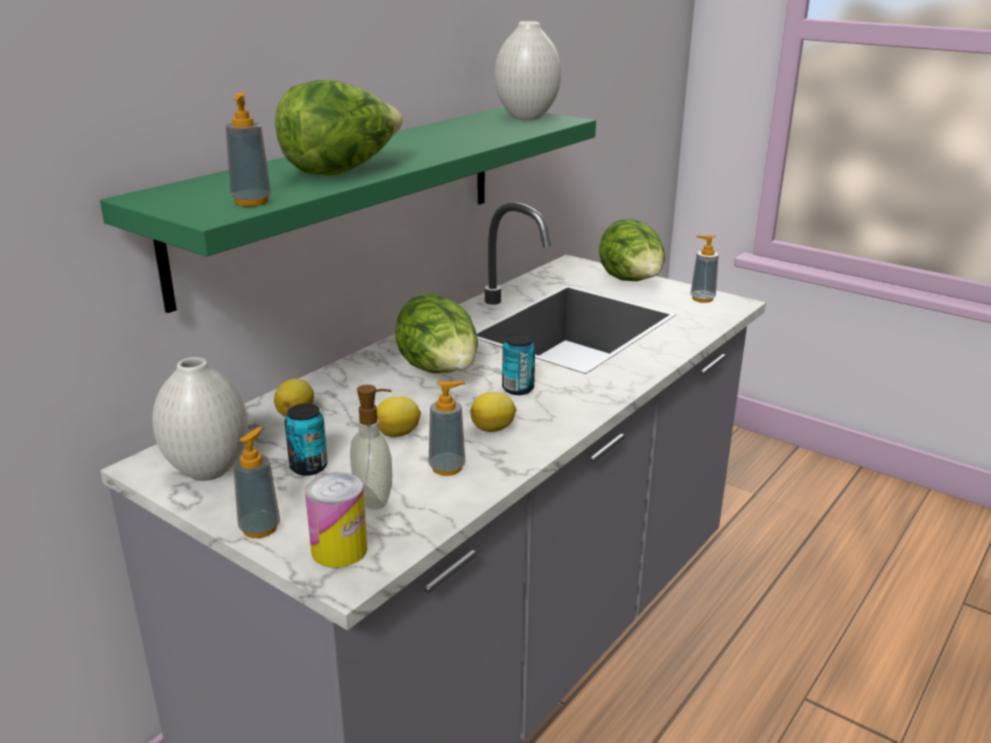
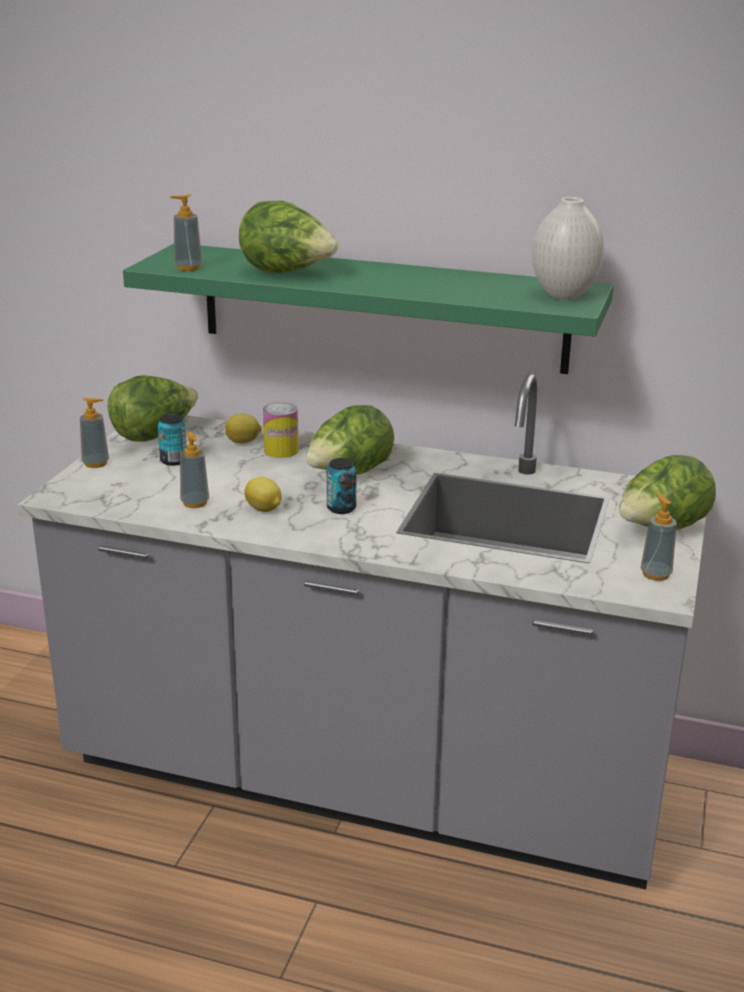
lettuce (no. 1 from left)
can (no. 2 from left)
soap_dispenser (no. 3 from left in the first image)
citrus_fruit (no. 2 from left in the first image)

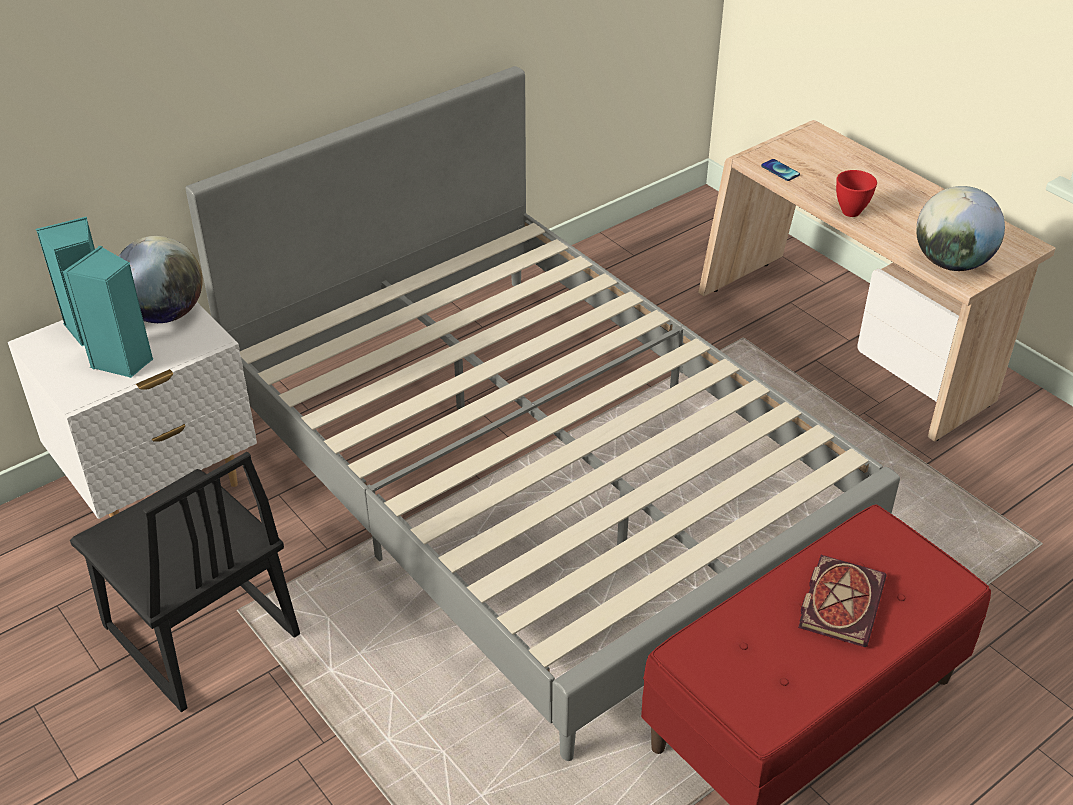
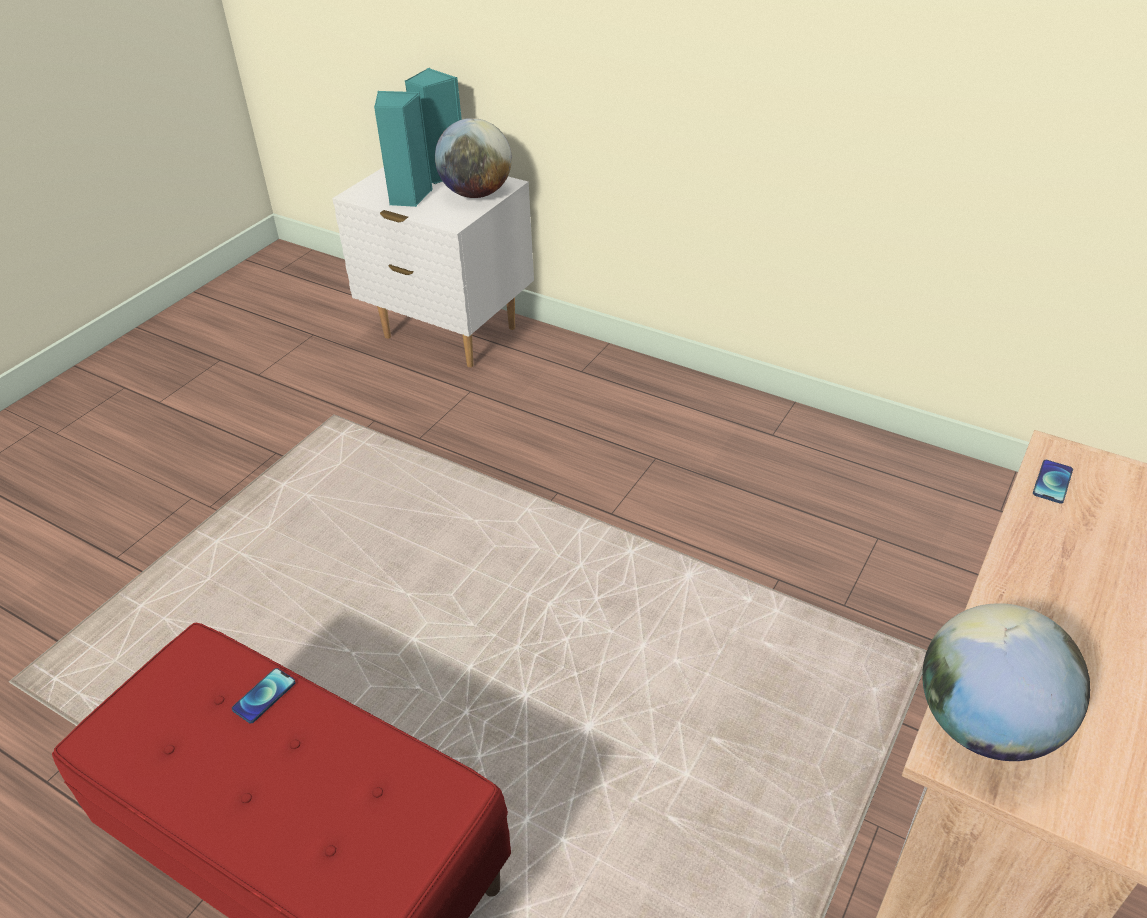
black-coloured_chair
grey_bedroom_bed
bound_book
red-coloured_deep_dish
phone (no. 1 from left)

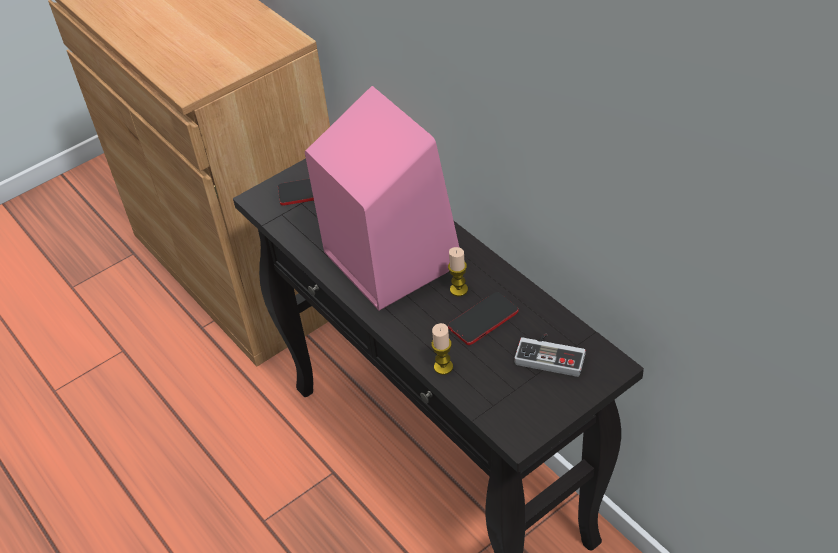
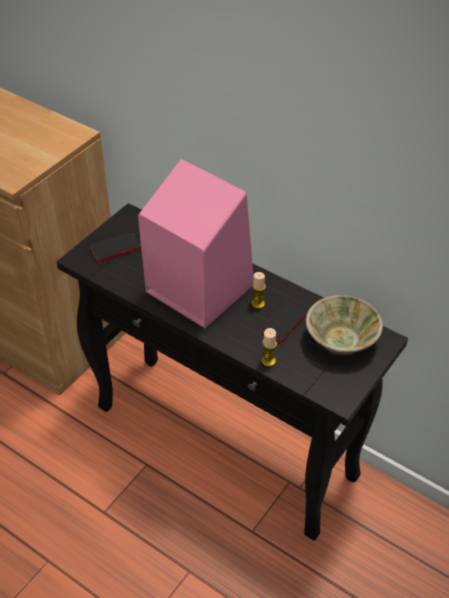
beige-coloured_deep_dish

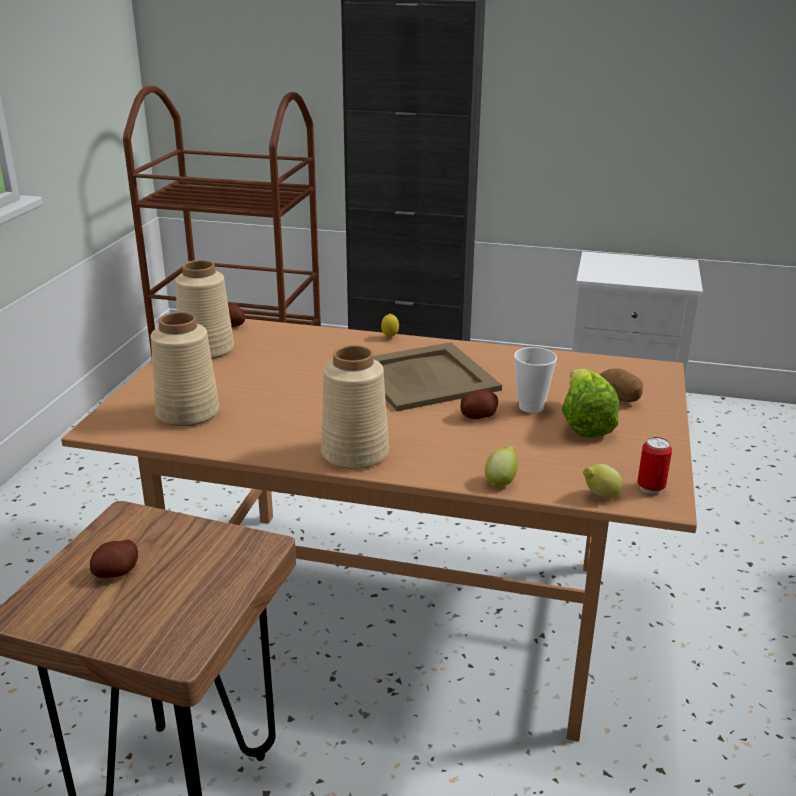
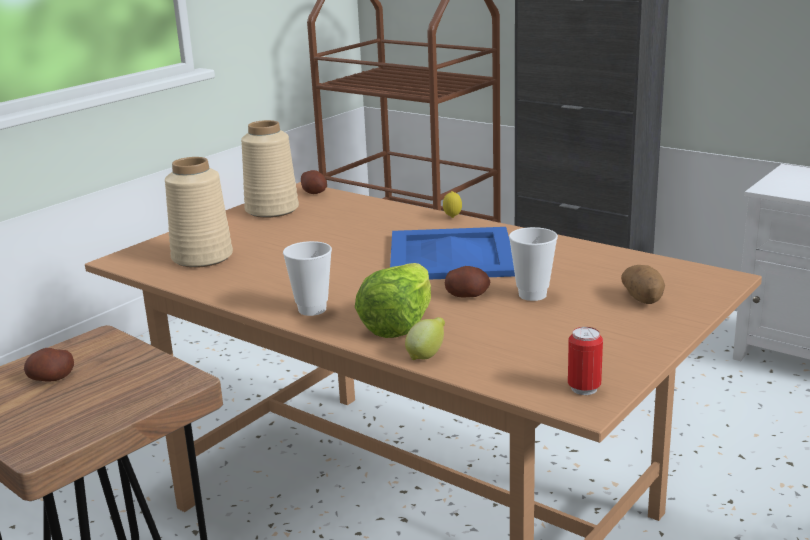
drinking_cup (no. 1 from left)
blue_tray
lettuce
citrus_fruit (no. 3 from left in the first image)

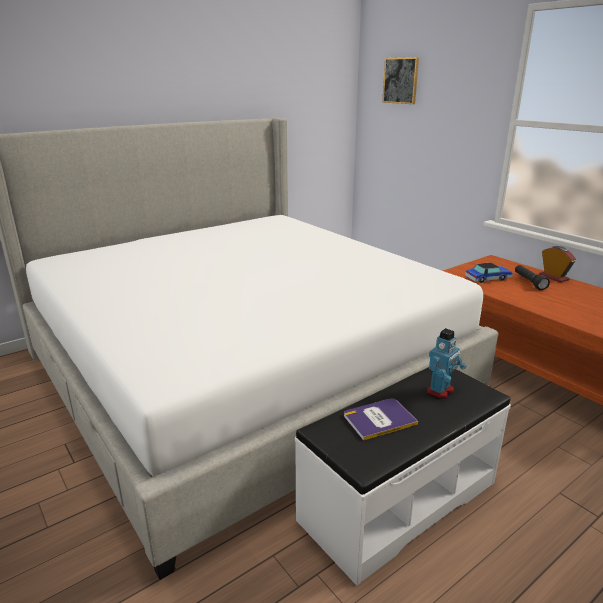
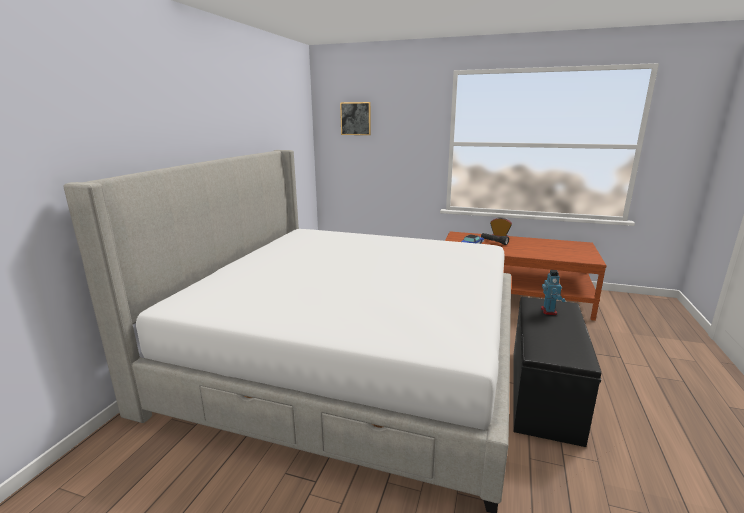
black-coloured_bench
bound_book

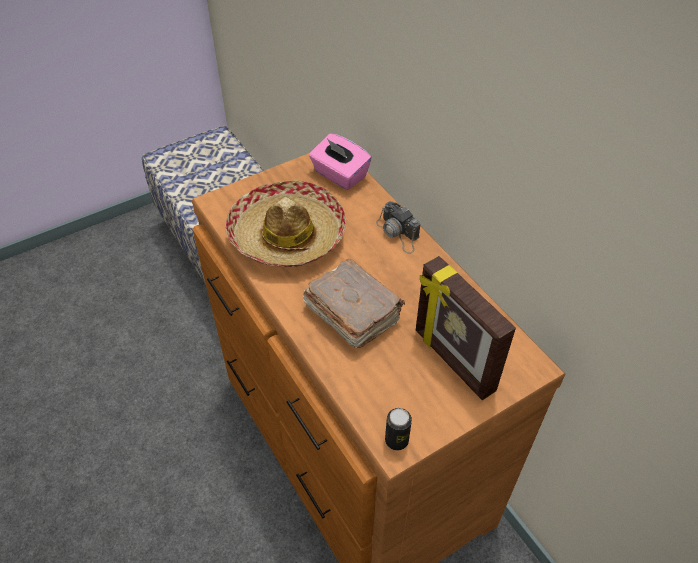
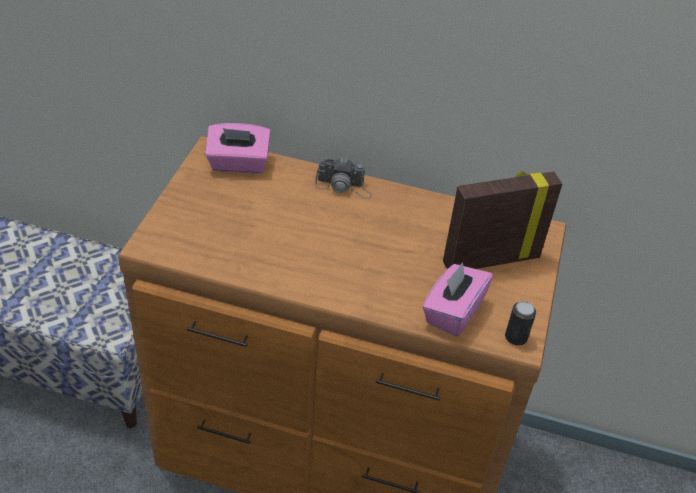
clothing_hat
brownish_bound_book
standing_frame
pink_box_of_tissues (no. 2 from left)

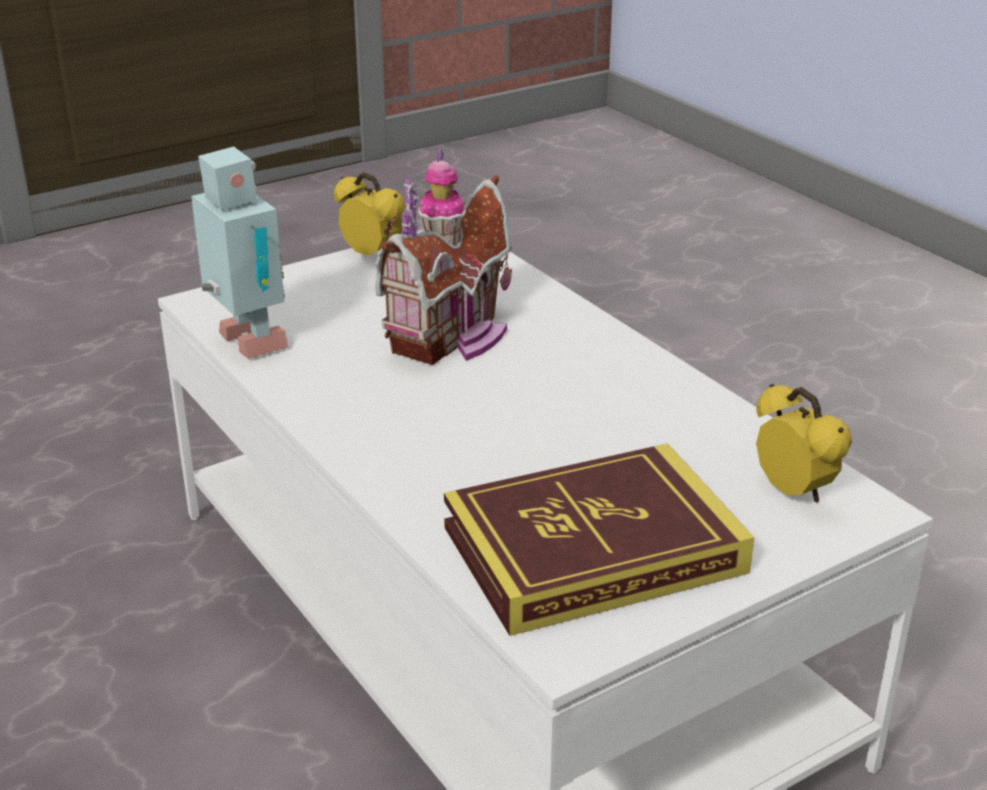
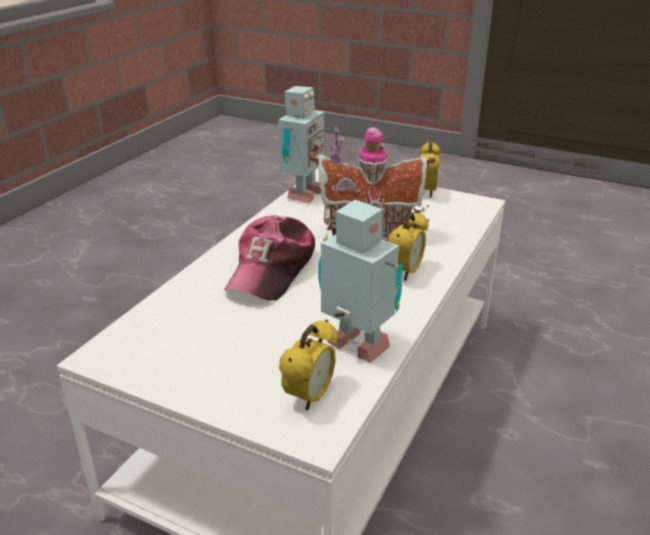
bound_book
baseball_cap
toy_robot (no. 2 from left)
table_clock (no. 2 from left)

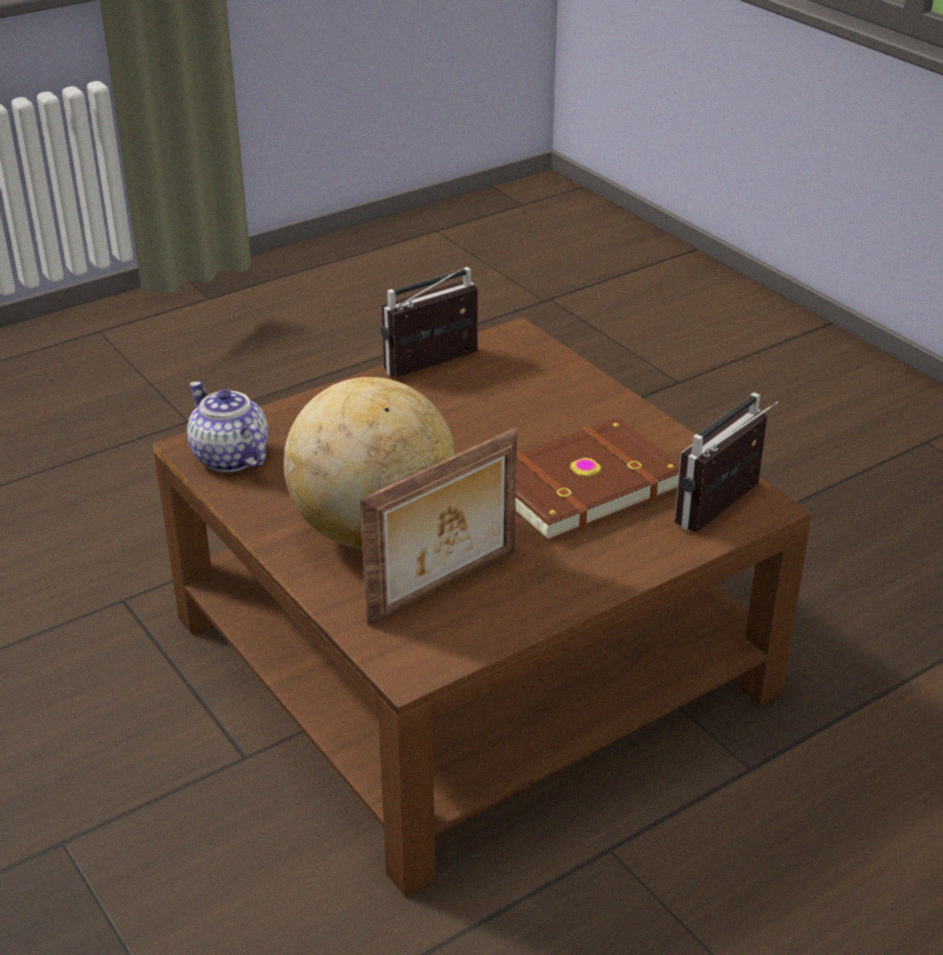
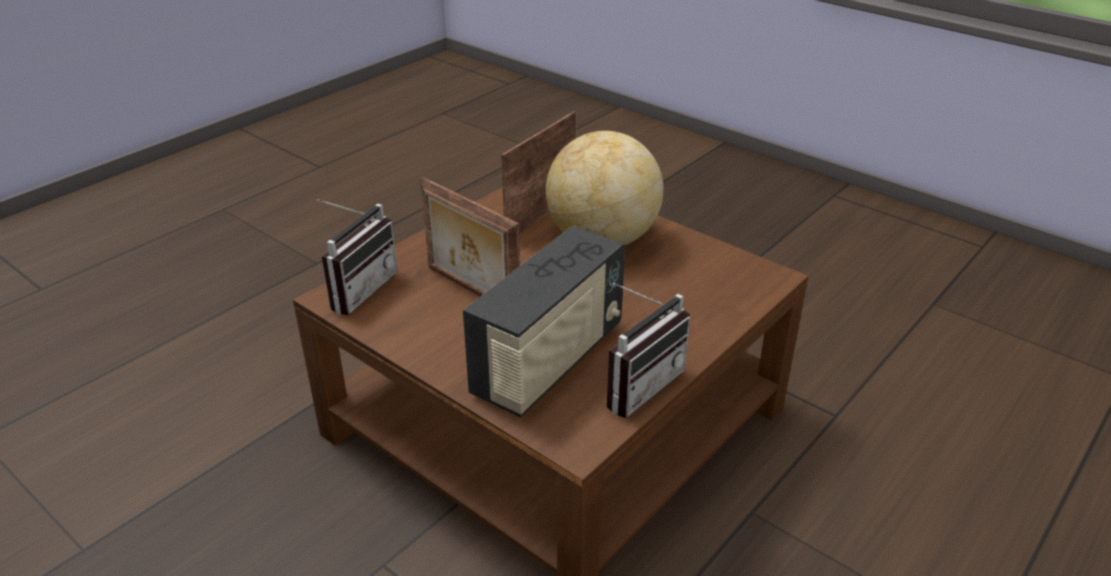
teapot
standing_frame (no. 1 from left)
radio_receiver (no. 2 from left)

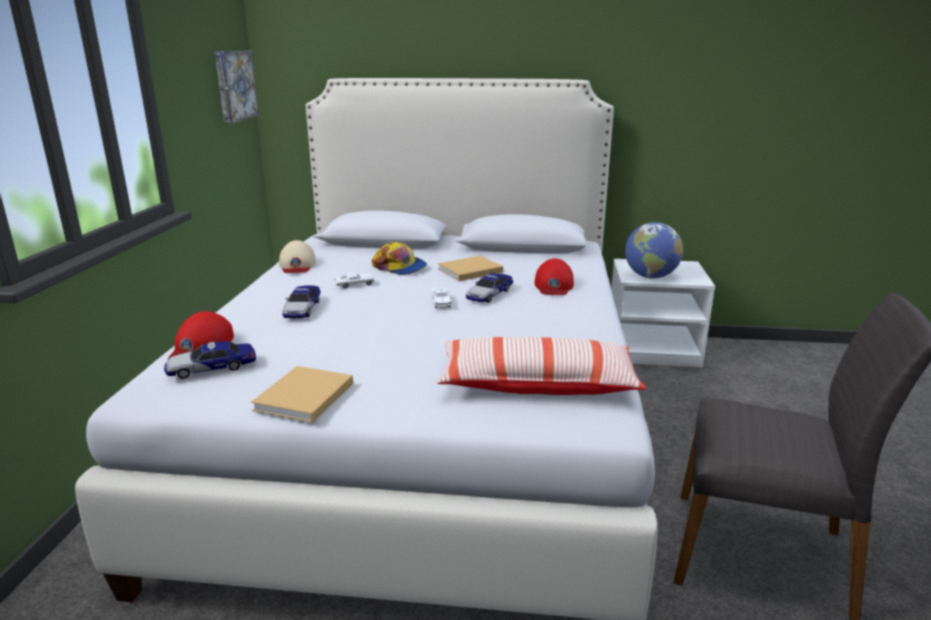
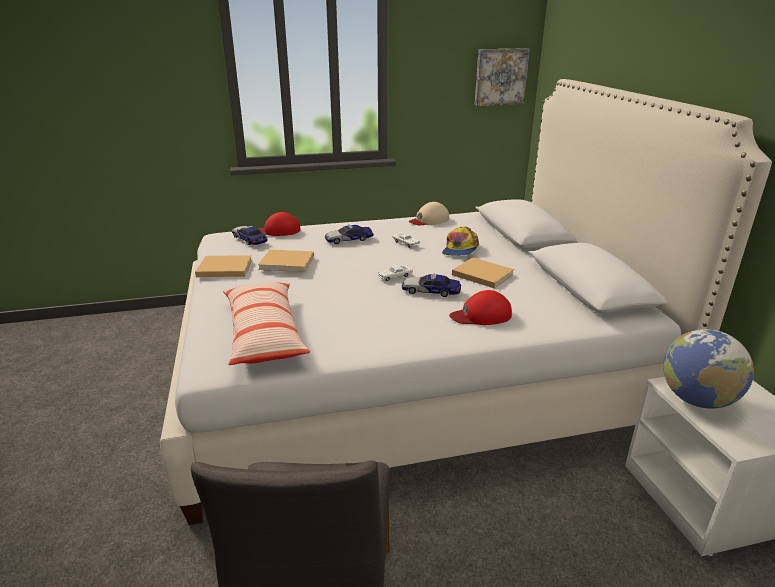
beige-coloured_bound_book (no. 2 from left)

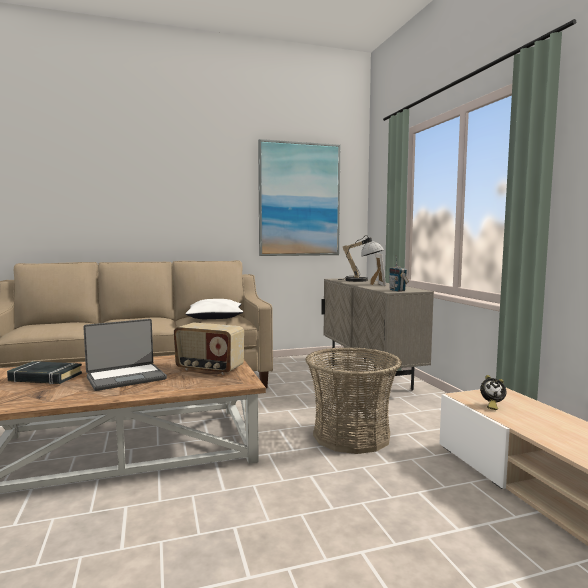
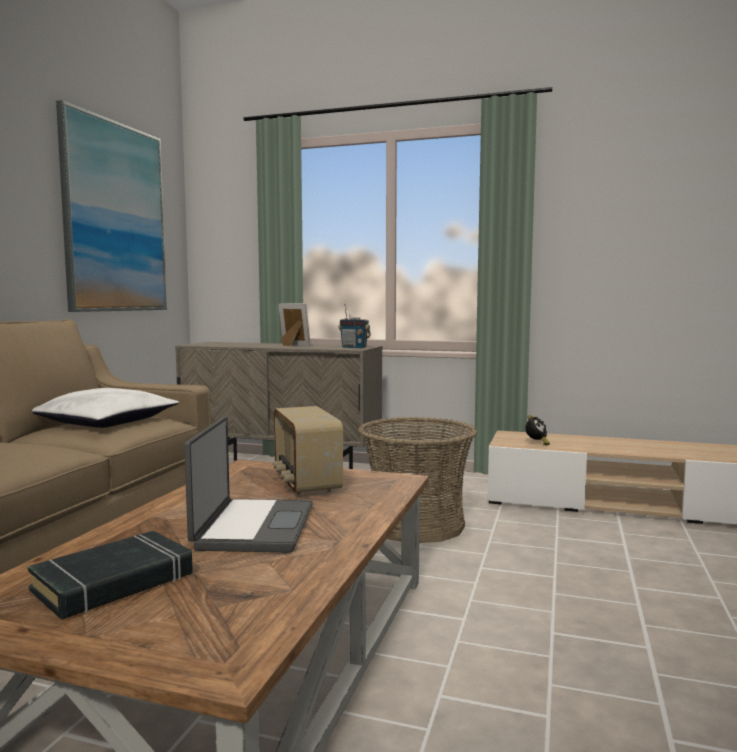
radio_receiver (no. 1 from left)
lamp_for_a_table

